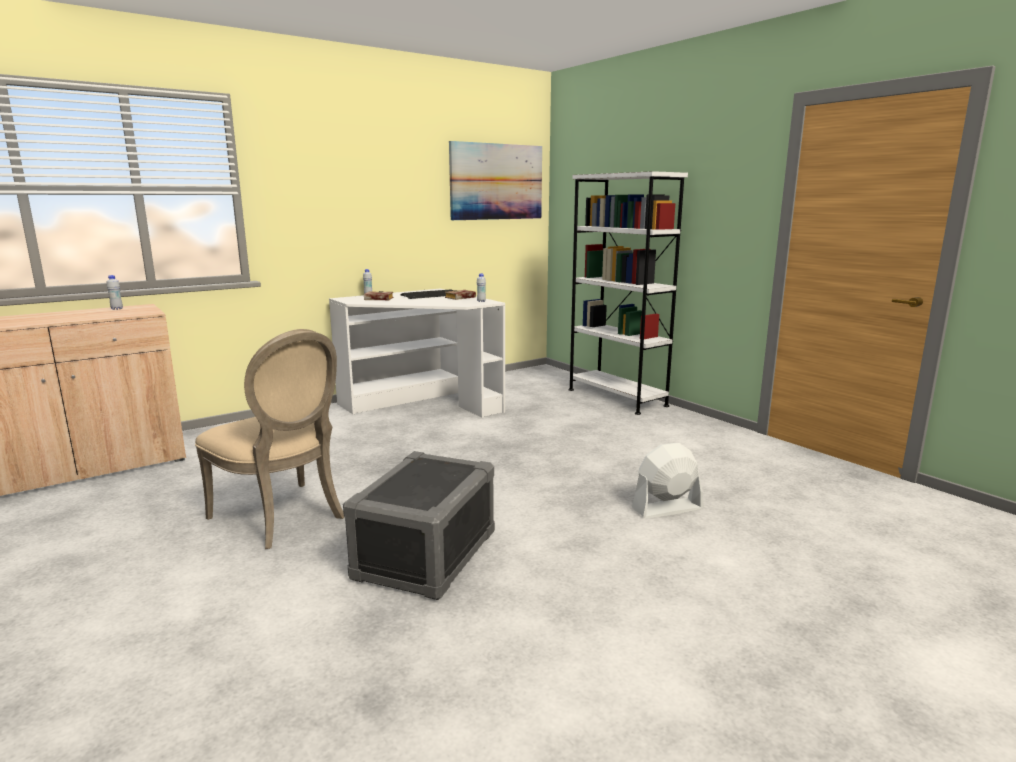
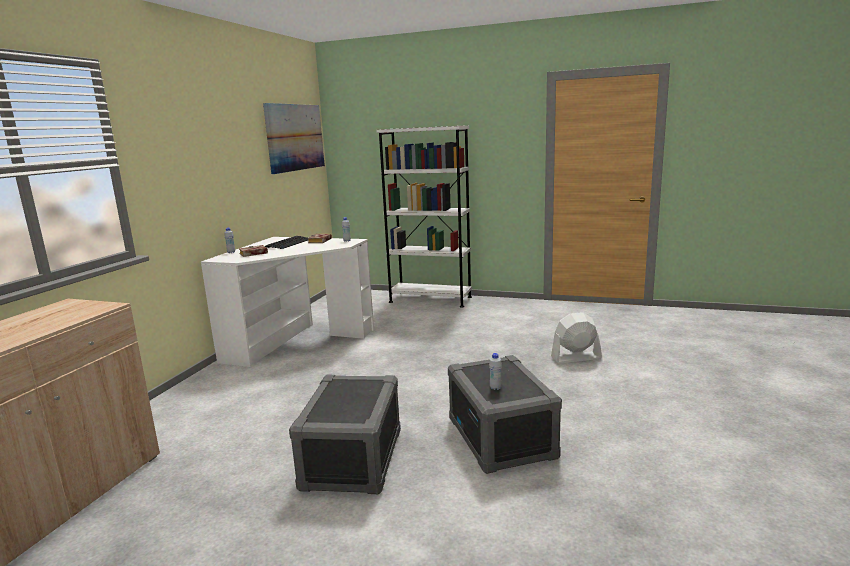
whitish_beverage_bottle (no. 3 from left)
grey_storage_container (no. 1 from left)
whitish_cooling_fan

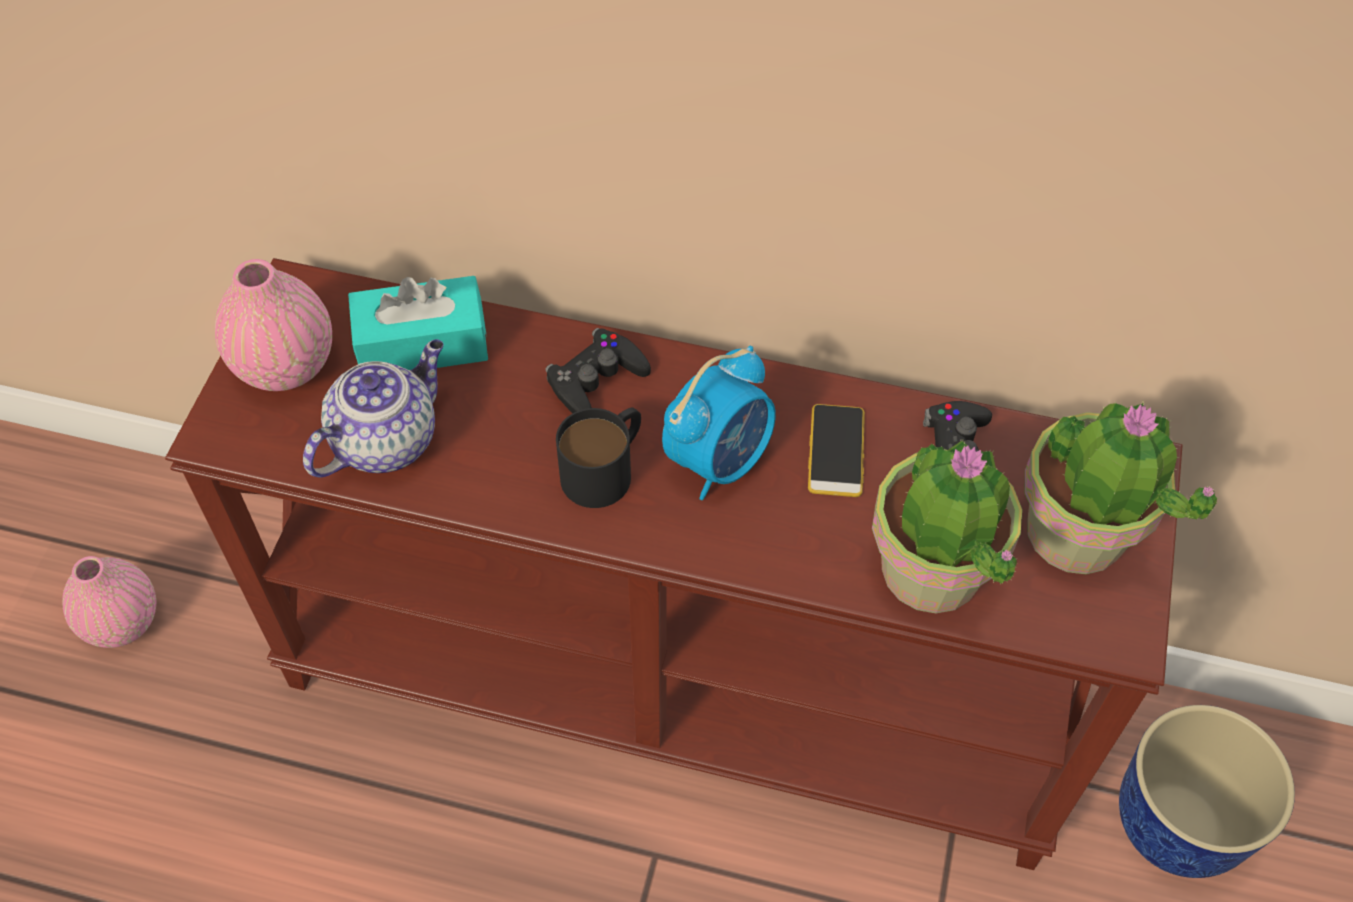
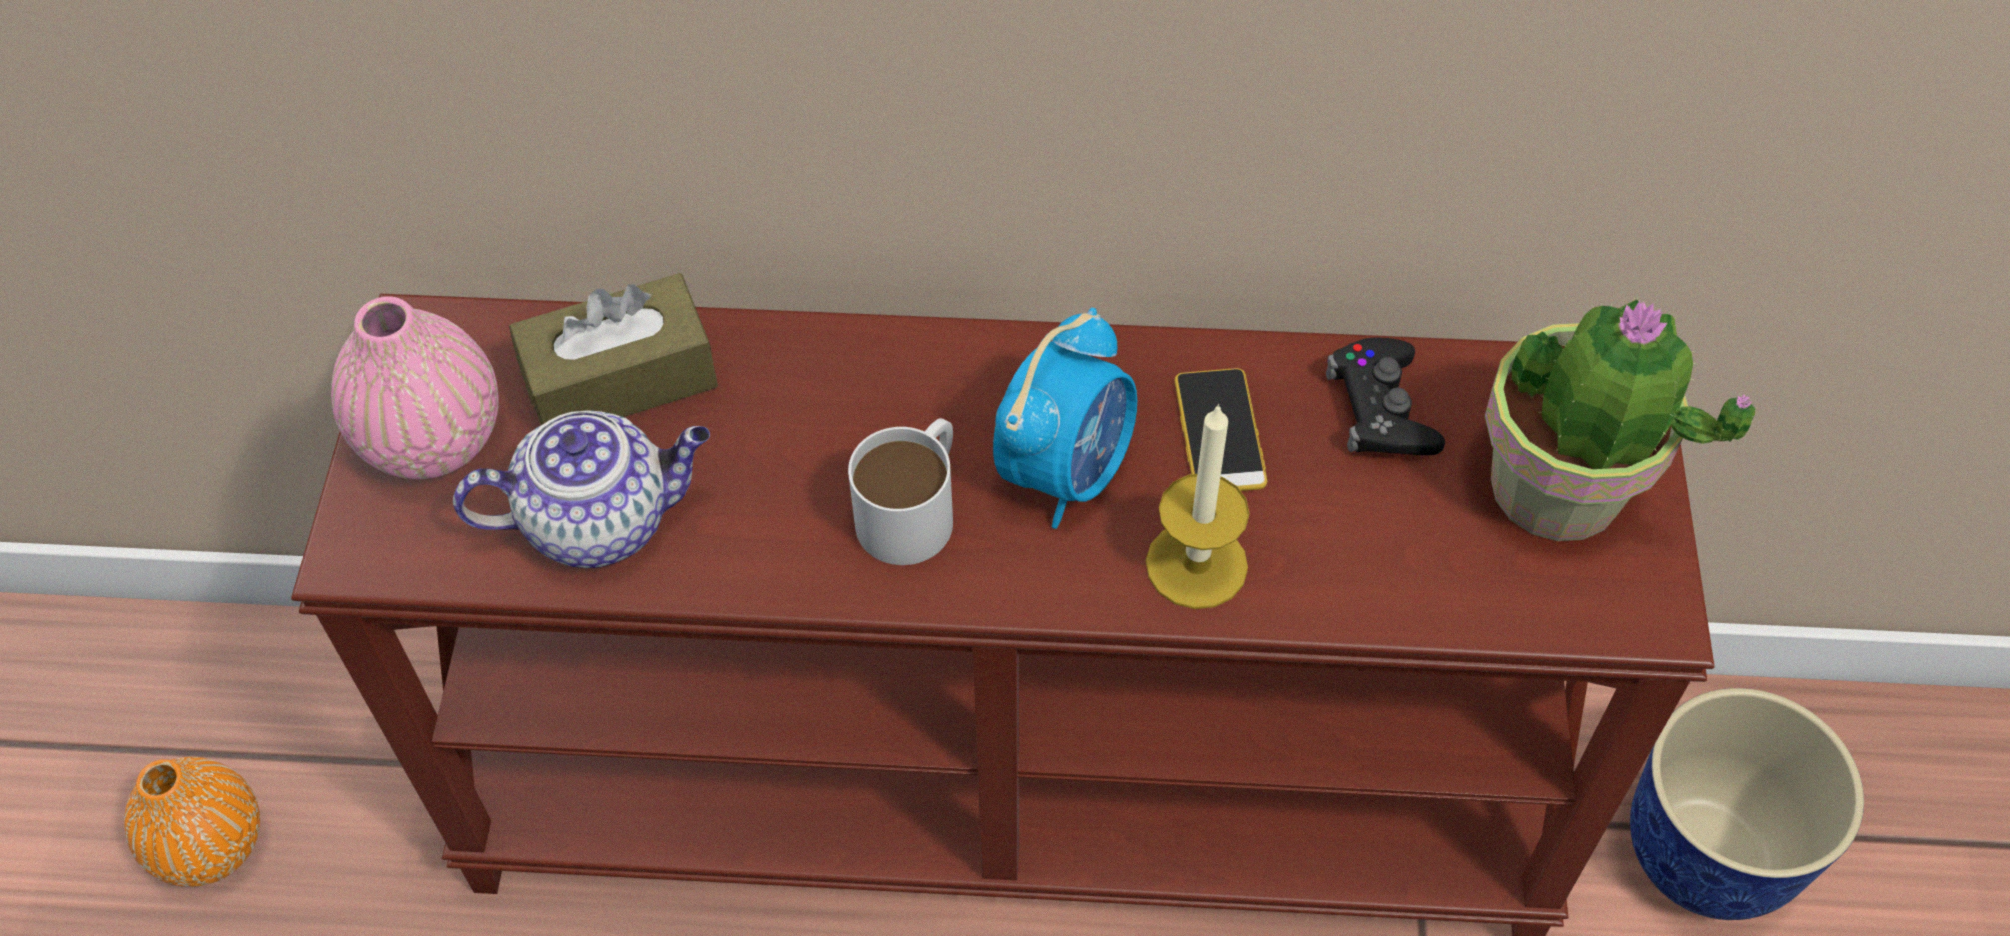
orange-coloured_flower_vase
teapot
brownish_box_of_tissues
black-coloured_joypad (no. 1 from left in the first image)
whitish_coffee_mug
potted_plant (no. 1 from left in the first image)
wax_light

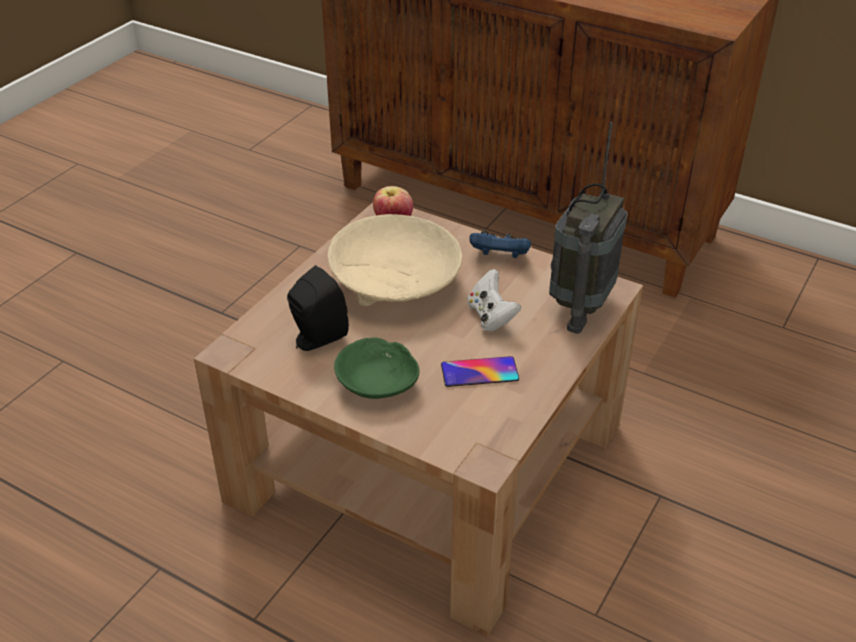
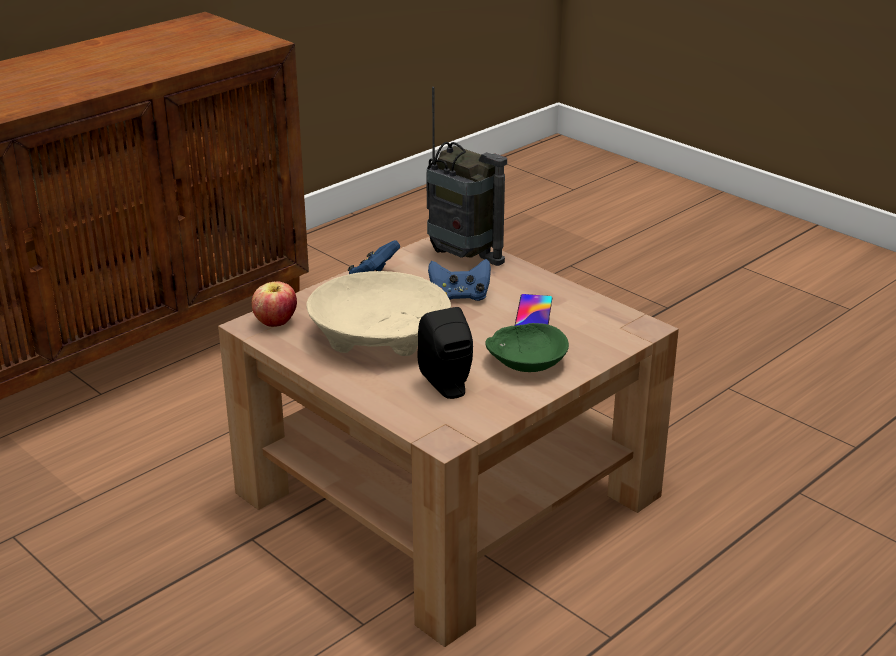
blue_joypad (no. 2 from left)

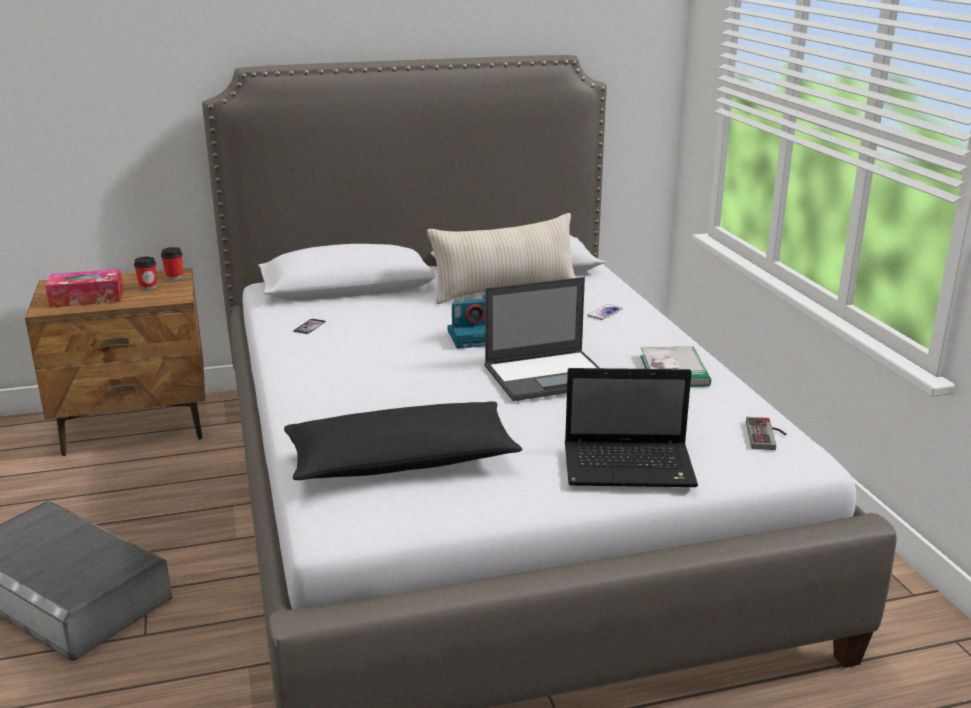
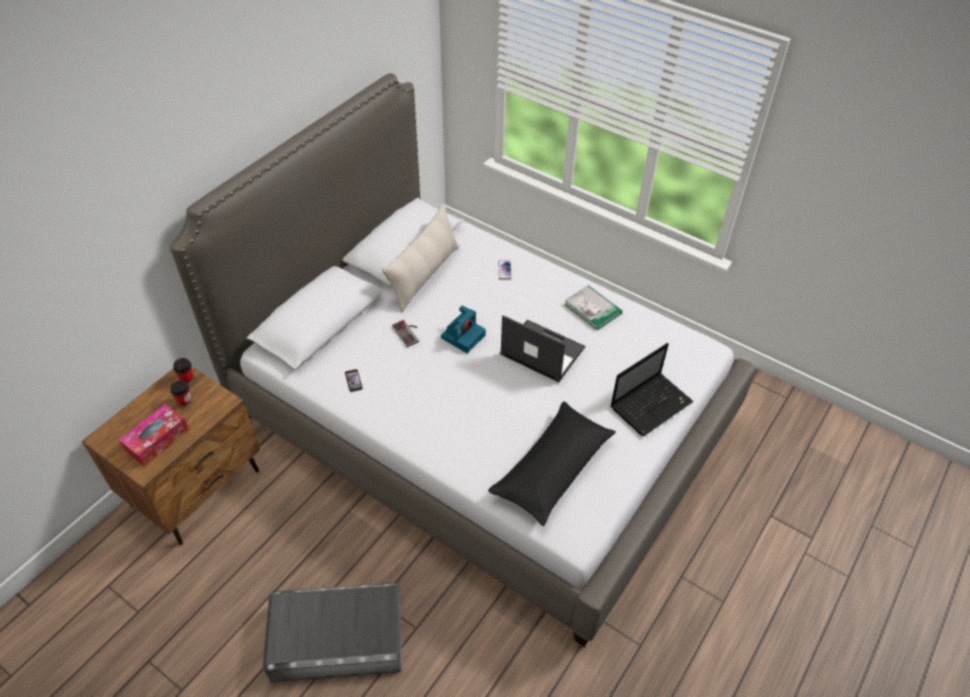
laptop (no. 1 from left)
joypad

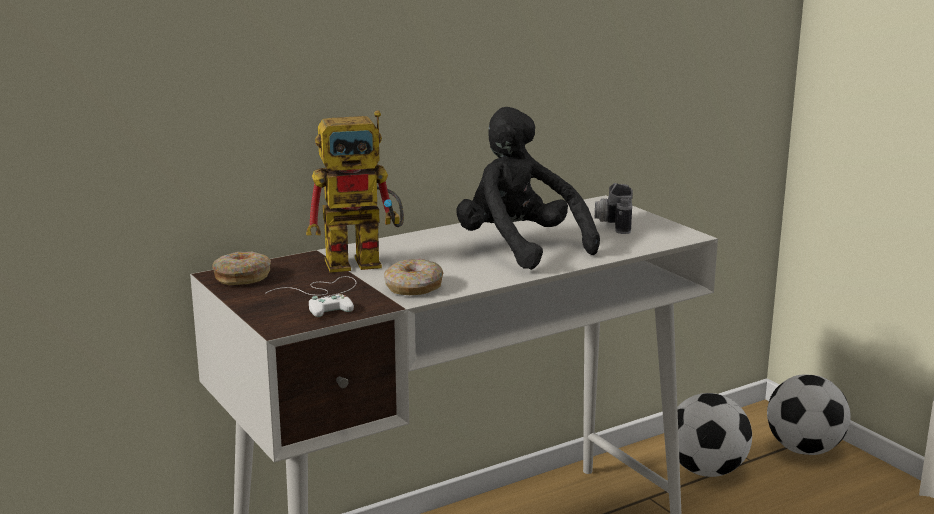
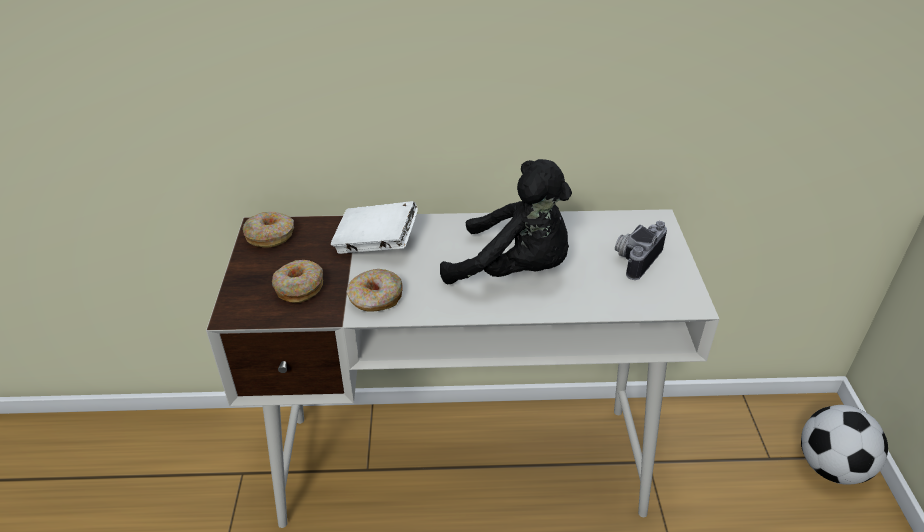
donut (no. 2 from left)
whitish_bound_book
black-coloured_soft_toy
football_ball (no. 1 from left in the first image)

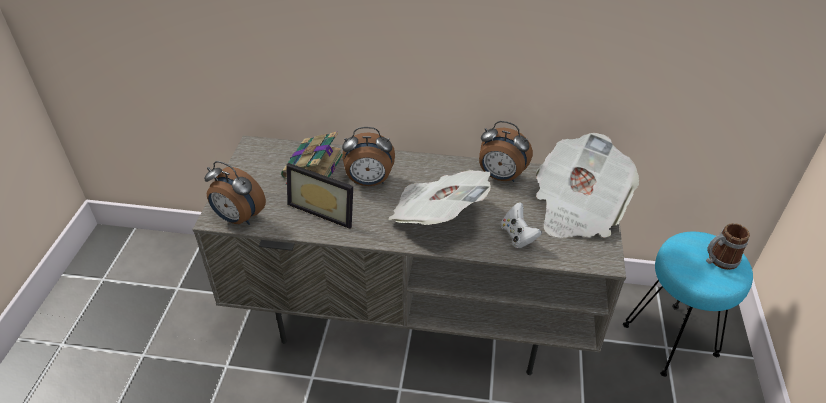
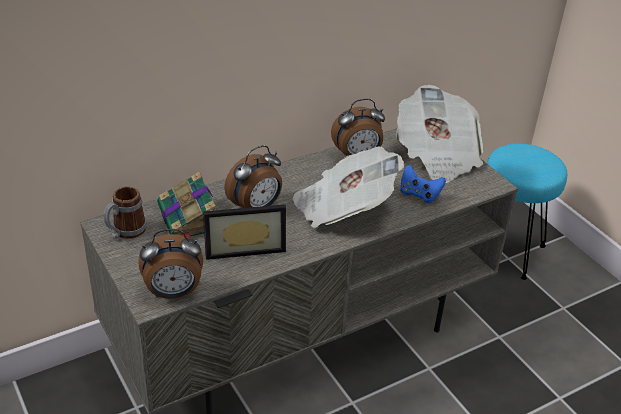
blue_joypad
coffee_mug

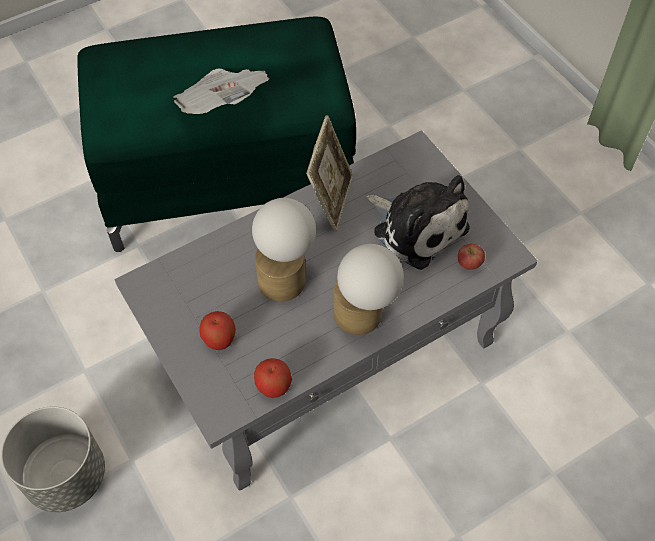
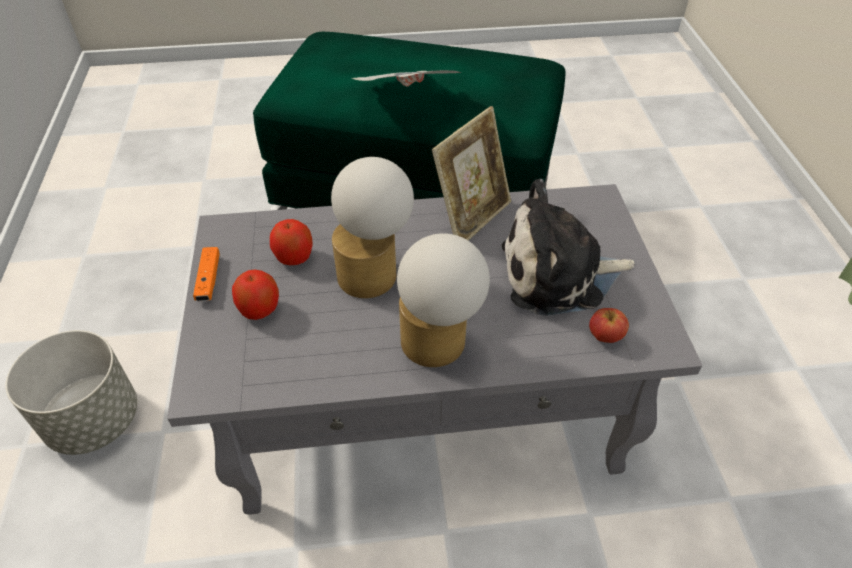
apple_fruit (no. 2 from left)
soft_toy
orange-coloured_joypad

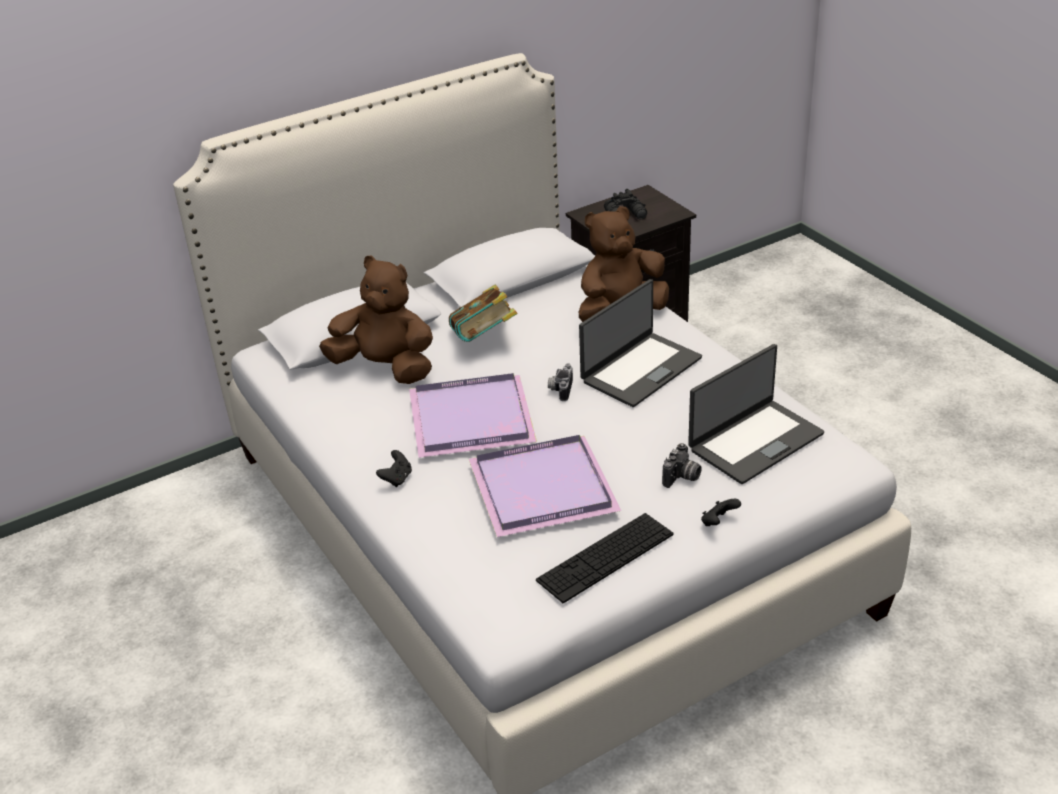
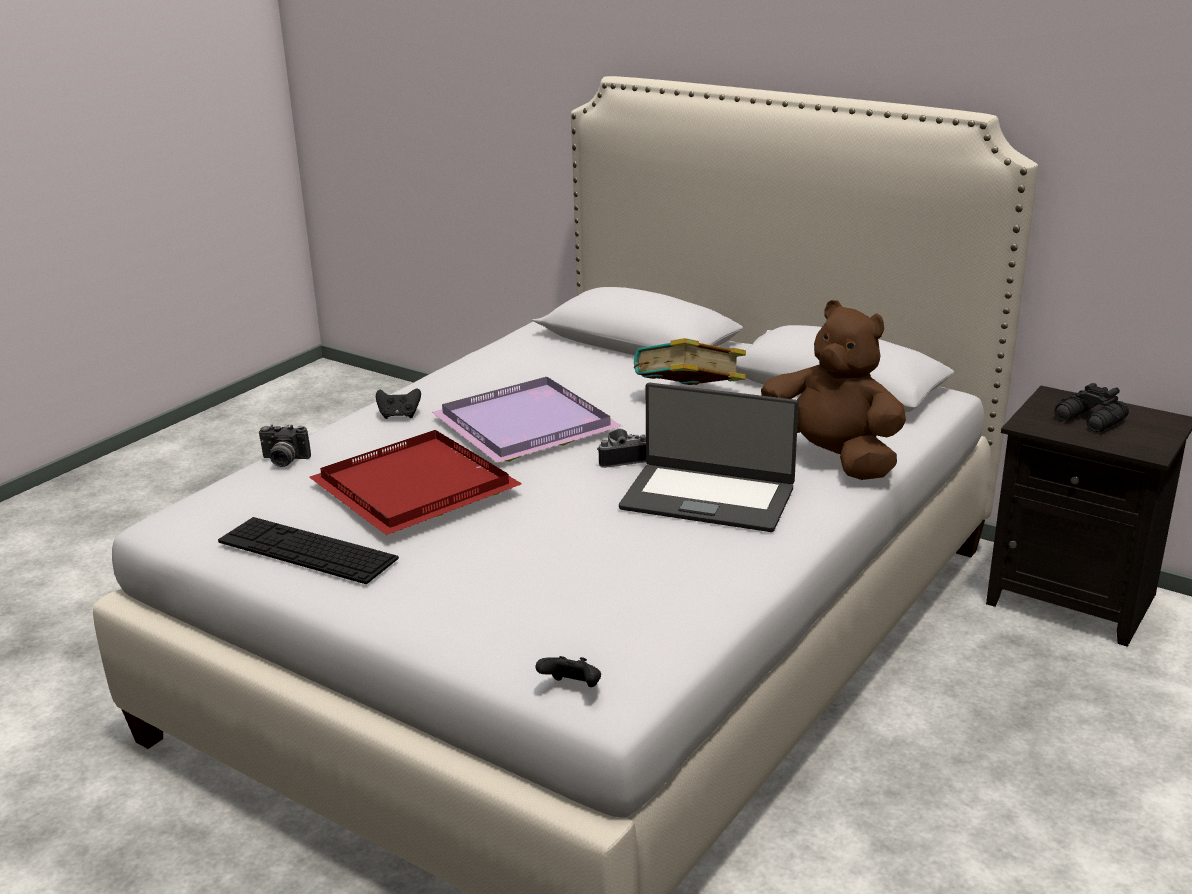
brownish_soft_toy (no. 1 from left in the first image)
red-coloured_tray
photo_camera (no. 1 from left)
laptop (no. 2 from left in the first image)
black-coloured_joypad (no. 2 from left)

